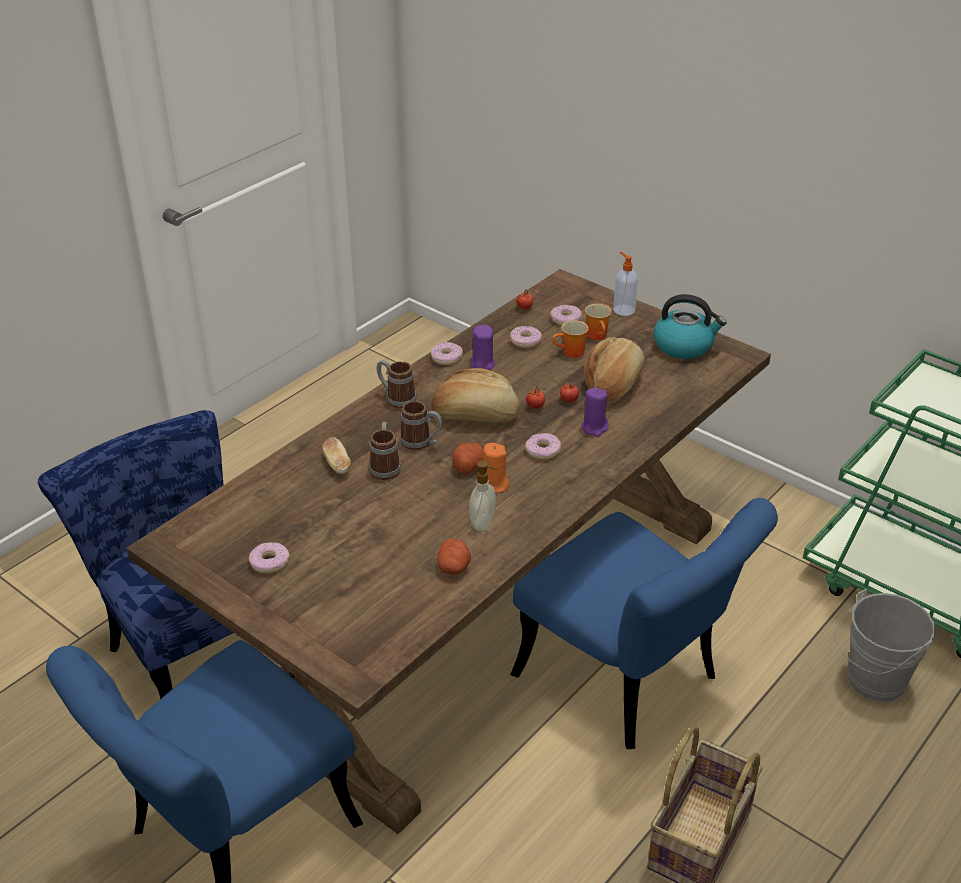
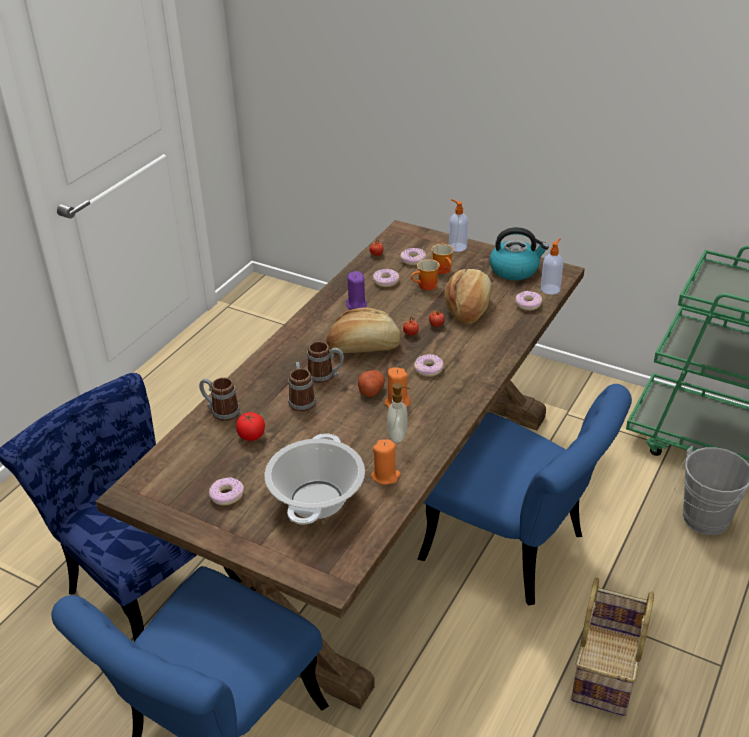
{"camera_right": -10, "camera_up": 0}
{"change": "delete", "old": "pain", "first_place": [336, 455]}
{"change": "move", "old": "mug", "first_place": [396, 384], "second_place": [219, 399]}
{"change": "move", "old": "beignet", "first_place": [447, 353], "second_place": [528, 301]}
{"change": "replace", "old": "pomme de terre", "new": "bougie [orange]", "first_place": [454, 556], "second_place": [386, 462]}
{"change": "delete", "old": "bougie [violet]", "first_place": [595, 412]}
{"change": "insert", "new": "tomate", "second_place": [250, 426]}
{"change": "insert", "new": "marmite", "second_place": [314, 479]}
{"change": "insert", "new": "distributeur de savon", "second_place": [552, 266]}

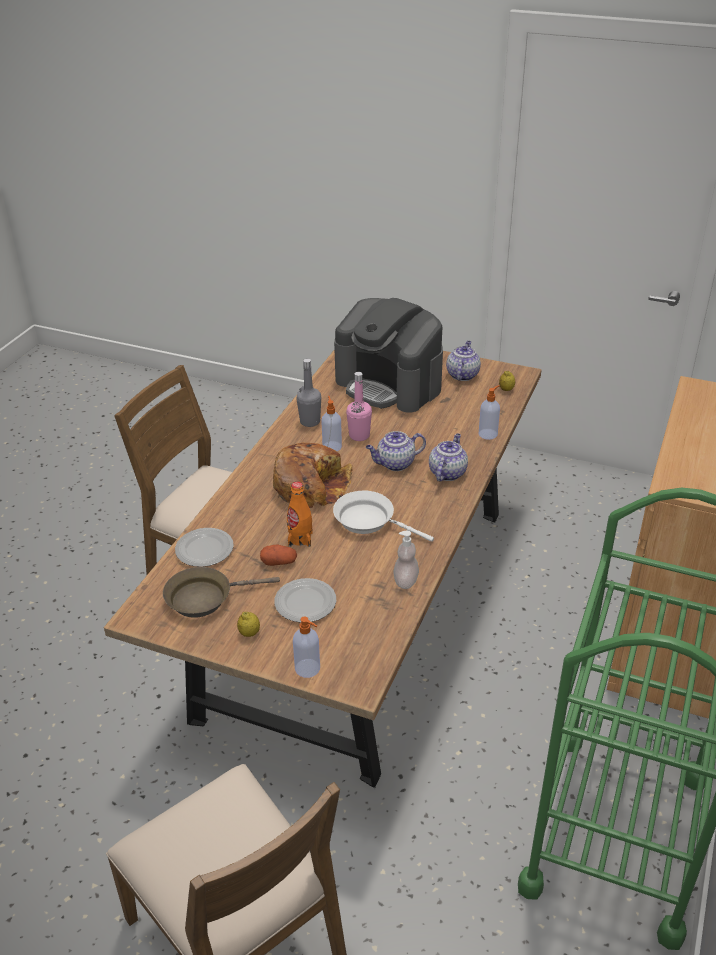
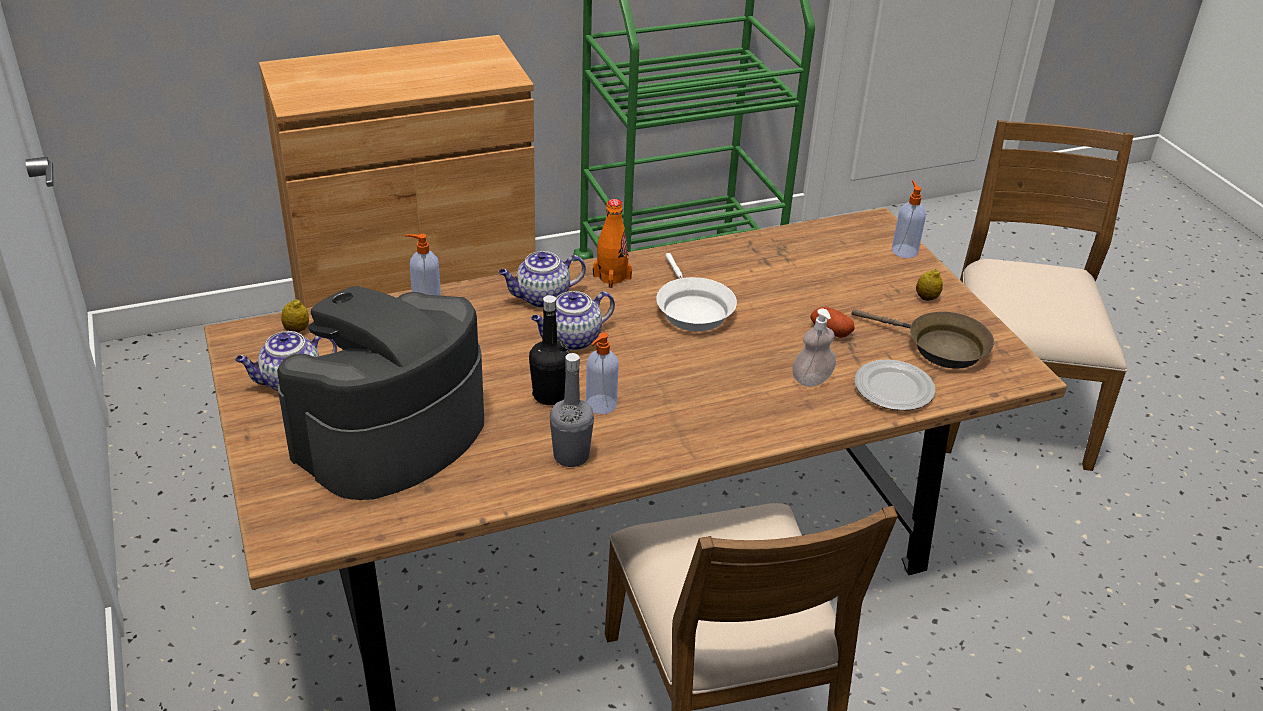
{"camera_right": -135, "camera_up": 0}
{"change": "delete", "old": "pain", "first_place": [313, 475]}
{"change": "delete", "old": "assiette", "first_place": [305, 600]}
{"change": "move", "old": "bouteille [orange]", "first_place": [299, 514], "second_place": [612, 243]}
{"change": "rotate", "old": "machine à café", "first_place": [388, 355], "second_place": [380, 393], "degrees": -135}
{"change": "recolor", "old": "bouteille [rose]", "new": "bouteille [noir]", "first_place": [359, 406], "second_place": [549, 350]}
{"change": "rotate", "old": "théière", "first_place": [396, 451], "second_place": [573, 320], "degrees": 120}
{"change": "move", "old": "distributeur de savon", "first_place": [406, 560], "second_place": [814, 348]}

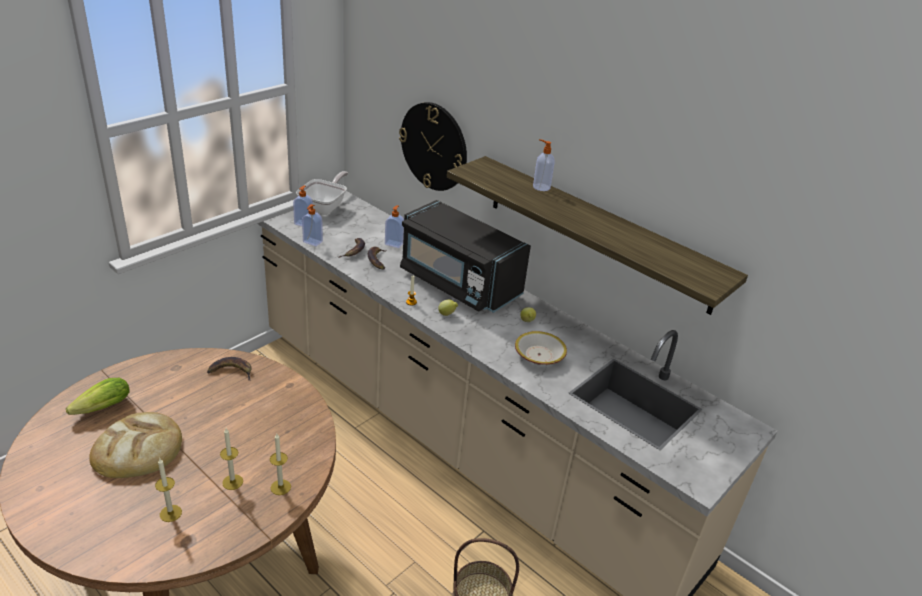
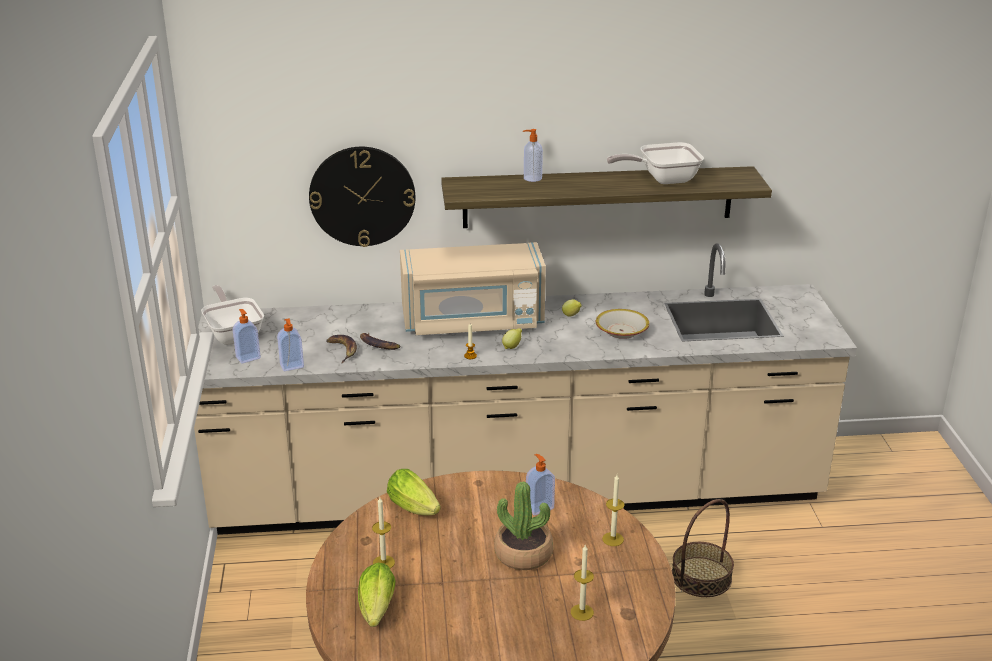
{"camera_right": -45, "camera_up": -5}
{"change": "delete", "old": "pain", "first_place": [135, 445]}
{"change": "replace", "old": "banane", "new": "laitue", "first_place": [229, 369], "second_place": [414, 492]}
{"change": "move", "old": "bougie", "first_place": [231, 459], "second_place": [383, 533]}
{"change": "move", "old": "distributeur de savon", "first_place": [394, 226], "second_place": [540, 485]}
{"change": "recolor", "old": "micro-ondes [noir]", "new": "micro-ondes [beige]", "first_place": [465, 256], "second_place": [473, 288]}
{"change": "insert", "new": "plante en pot", "second_place": [523, 525]}
{"change": "insert", "new": "poêle", "second_place": [655, 163]}

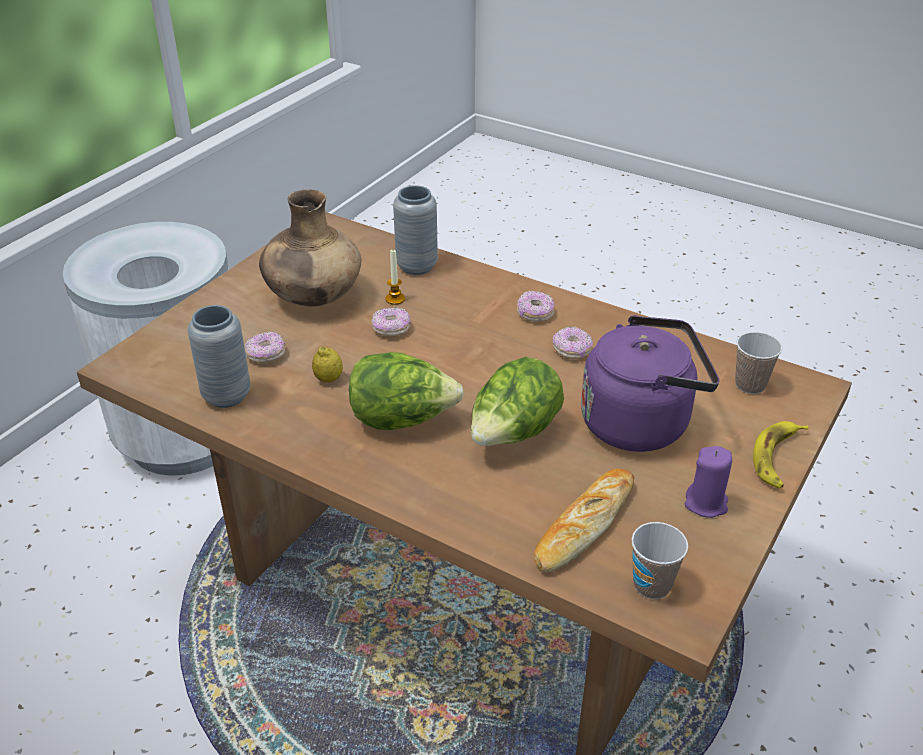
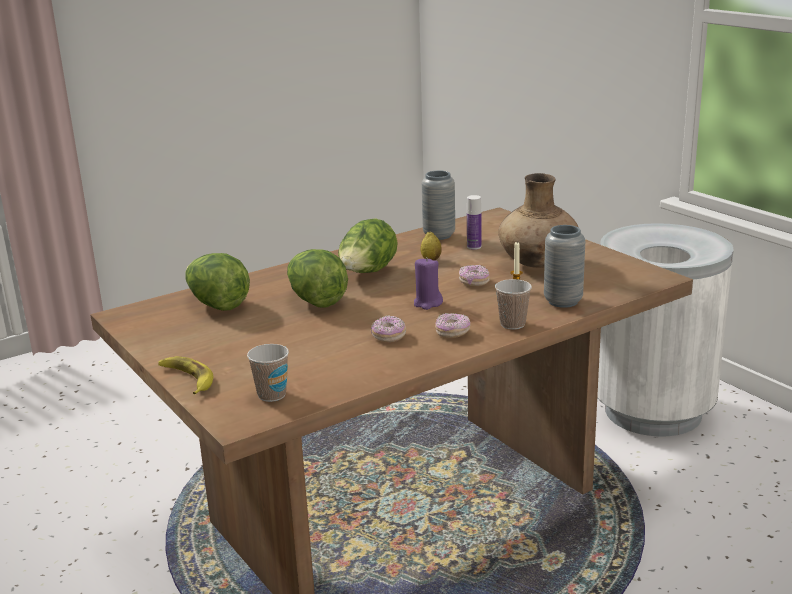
{"camera_right": 115, "camera_up": -15}
{"change": "replace", "old": "beignet", "new": "bouteille", "first_place": [265, 347], "second_place": [474, 222]}
{"change": "replace", "old": "pain", "new": "laitue", "first_place": [583, 520], "second_place": [217, 282]}
{"change": "delete", "old": "bouilloire [violet]", "first_place": [650, 383]}
{"change": "move", "old": "tasse", "first_place": [659, 560], "second_place": [513, 304]}
{"change": "move", "old": "bougie [violet]", "first_place": [708, 482], "second_place": [428, 283]}

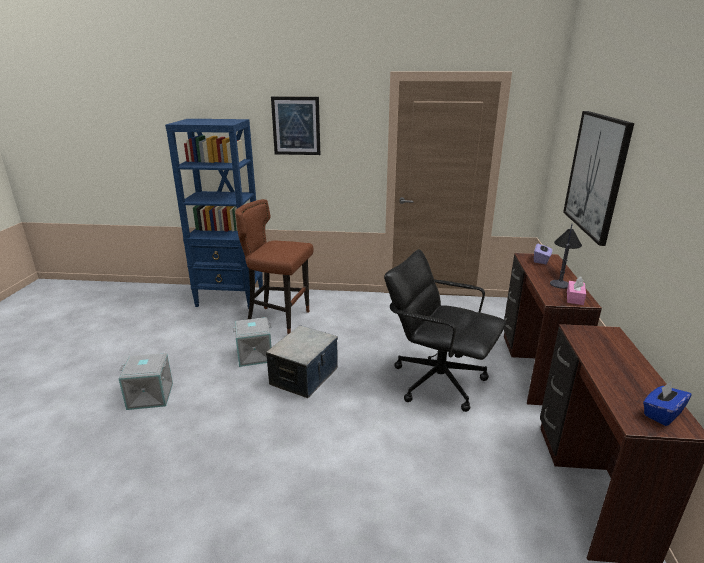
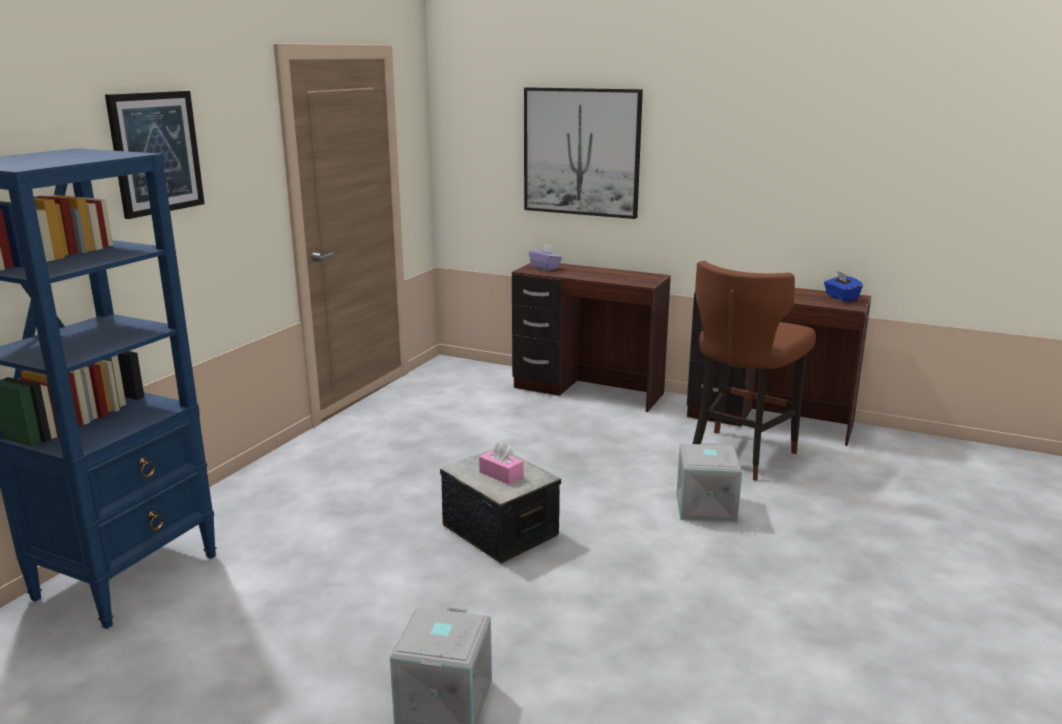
{"camera_right": -70, "camera_up": -5}
{"change": "move", "old": "boîte de rangement [gris]", "first_place": [252, 342], "second_place": [709, 483]}
{"change": "move", "old": "tabouret [marron]", "first_place": [274, 267], "second_place": [754, 371]}
{"change": "delete", "old": "chaise de bureau [noir]", "first_place": [445, 330]}
{"change": "delete", "old": "lampe de table", "first_place": [566, 256]}
{"change": "move", "old": "boîte à mouchoirs [rose]", "first_place": [576, 290], "second_place": [501, 463]}

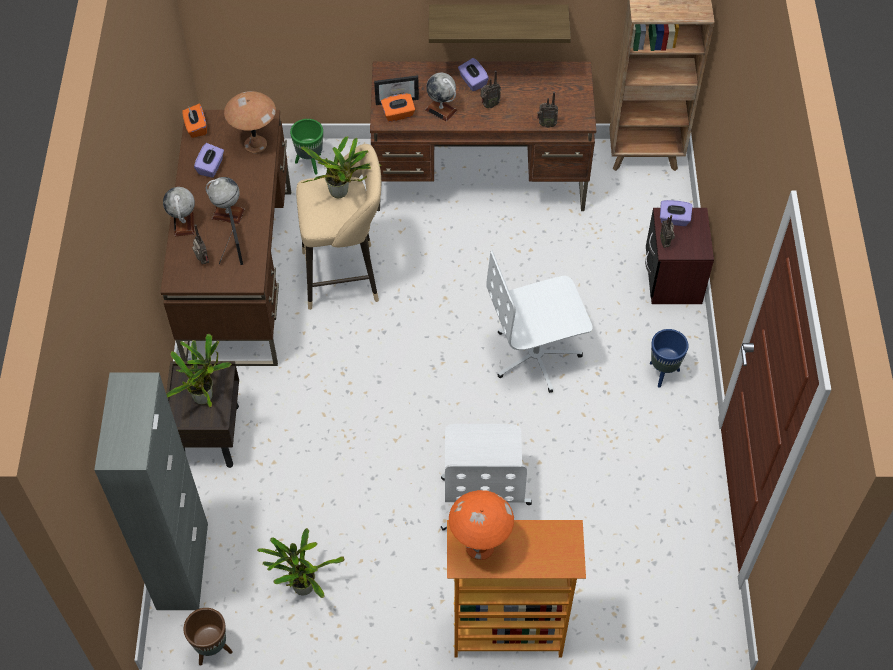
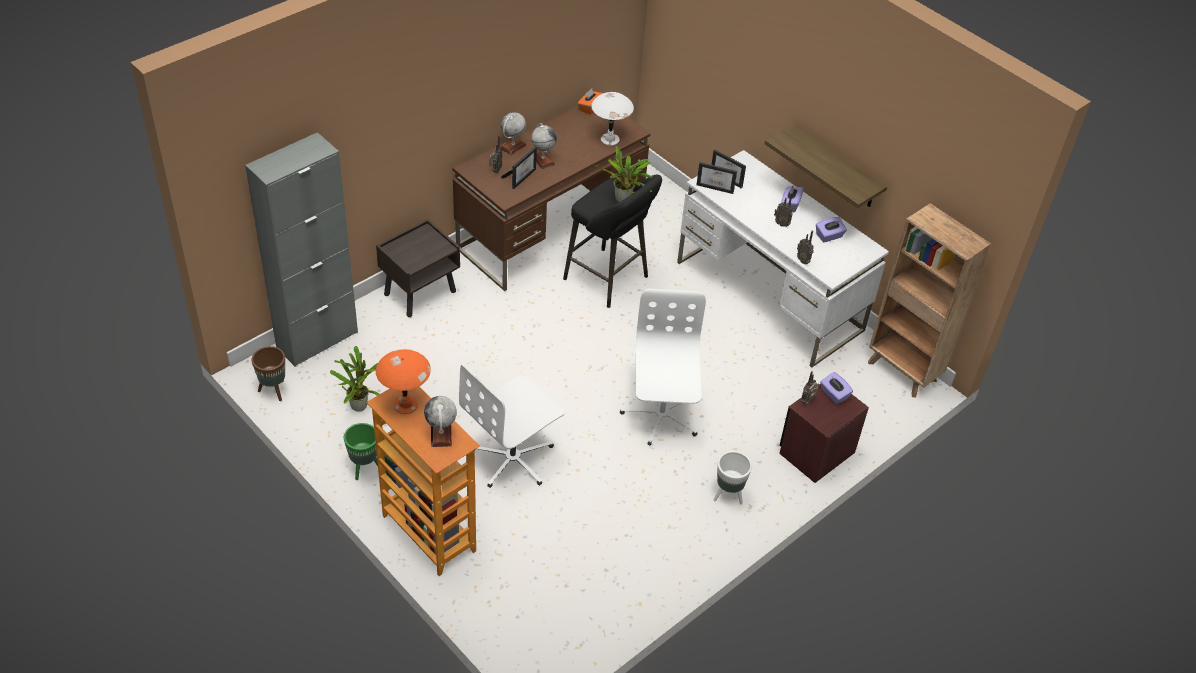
{"camera_right": 45, "camera_up": -10}
{"change": "delete", "old": "plante en pot", "first_place": [198, 371]}
{"change": "move", "old": "boîte à mouchoirs [violet]", "first_place": [209, 160], "second_place": [831, 229]}
{"change": "recolor", "old": "lampe de table [marron]", "new": "lampe de table [blanc]", "first_place": [250, 122], "second_place": [612, 119]}
{"change": "move", "old": "cache-pot [vert]", "first_place": [306, 147], "second_place": [361, 451]}
{"change": "recolor", "old": "tabouret [beige]", "new": "tabouret [noir]", "first_place": [338, 227], "second_place": [612, 241]}
{"change": "recolor", "old": "bureau [marron]", "new": "bureau [blanc]", "first_place": [483, 136], "second_place": [783, 259]}
{"change": "replace", "old": "boîte à mouchoirs [orange]", "new": "cadre photo", "first_place": [398, 108], "second_place": [716, 178]}
{"change": "move", "old": "globe", "first_place": [441, 97], "second_place": [440, 421]}
{"change": "rotate", "old": "chaise de bureau [blanc]", "first_place": [539, 321], "second_place": [663, 367], "degrees": 60}
{"change": "recolor", "old": "cache-pot [bleu]", "new": "cache-pot [blanc]", "first_place": [669, 358], "second_place": [733, 478]}

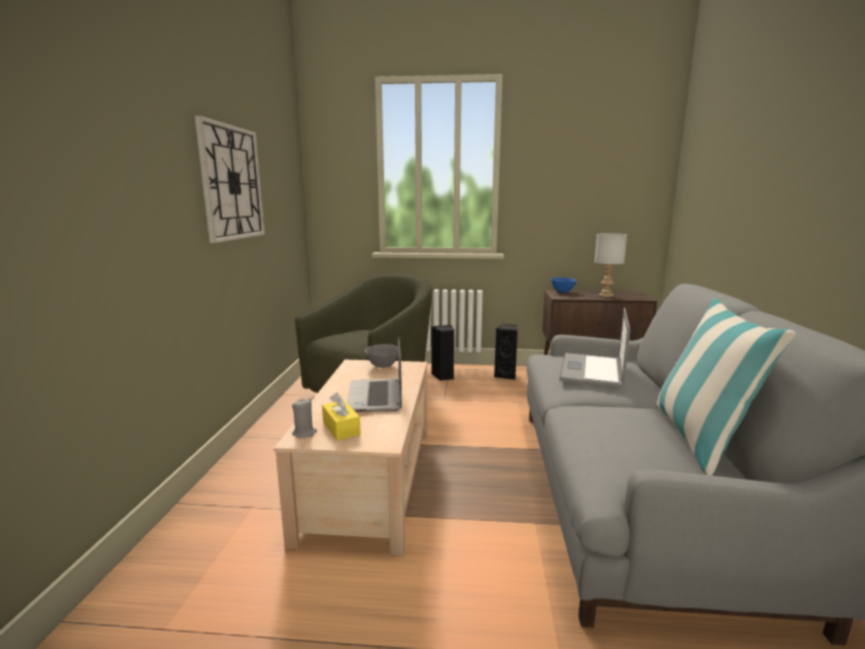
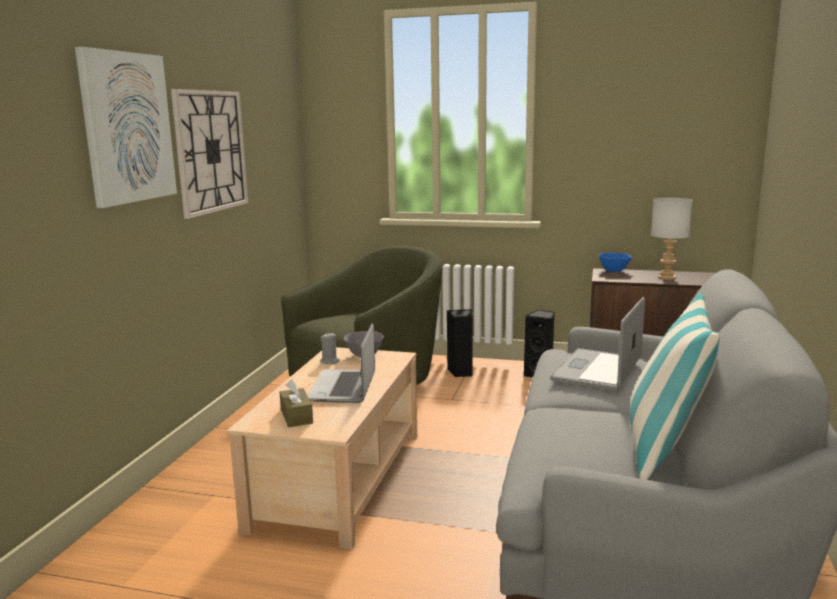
{"camera_right": 10, "camera_up": 0}
{"change": "move", "old": "bougie [gris]", "first_place": [304, 418], "second_place": [330, 348]}
{"change": "recolor", "old": "boîte à mouchoirs [jaune]", "new": "boîte à mouchoirs [marron]", "first_place": [341, 416], "second_place": [296, 403]}
{"change": "insert", "new": "tableau", "second_place": [126, 127]}

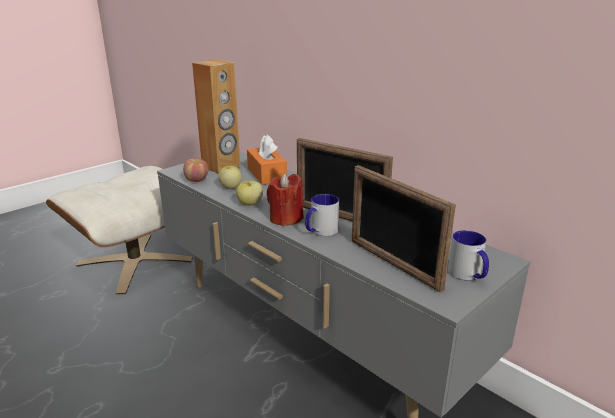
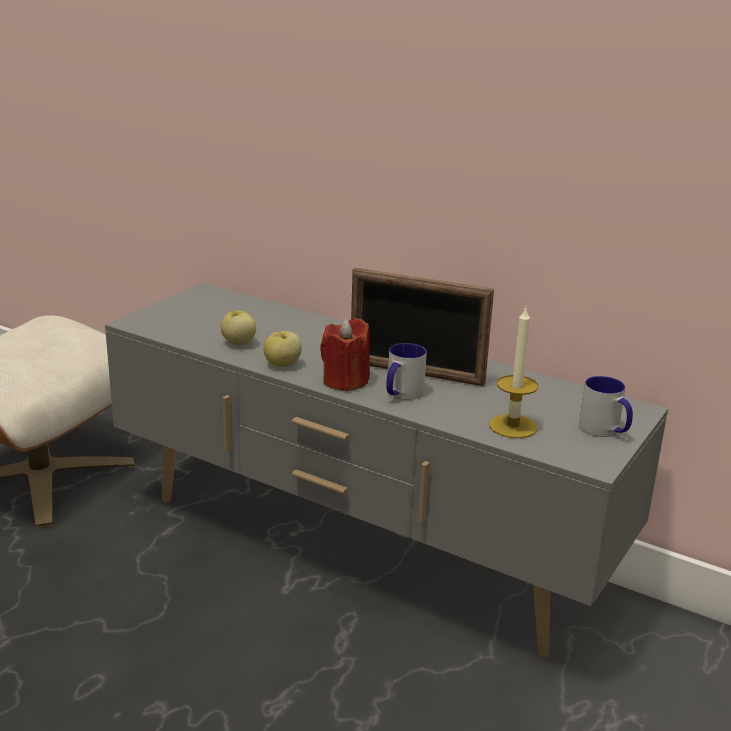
{"camera_right": -15, "camera_up": 0}
{"change": "delete", "old": "pomme", "first_place": [196, 170]}
{"change": "delete", "old": "enceinte [marron]", "first_place": [216, 116]}
{"change": "delete", "old": "boîte à mouchoirs [orange]", "first_place": [267, 160]}
{"change": "replace", "old": "cadre photo", "new": "bougie", "first_place": [404, 229], "second_place": [514, 372]}

